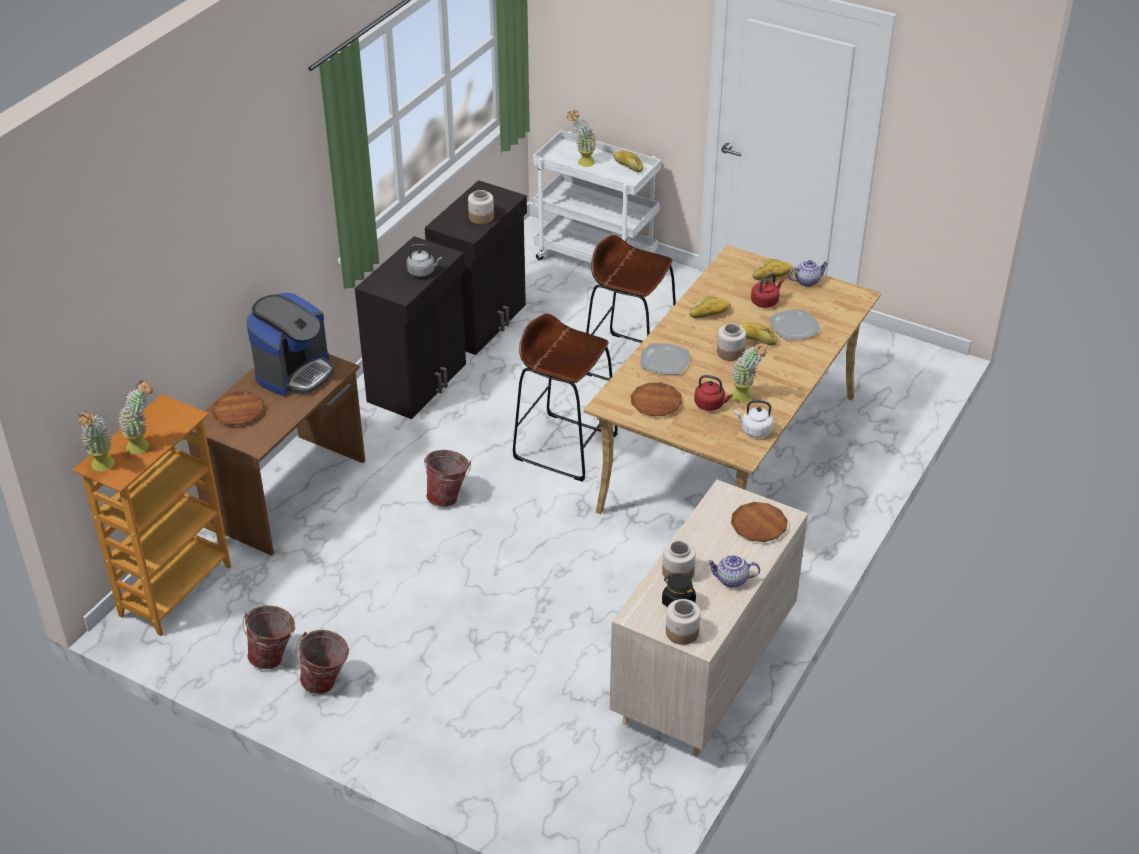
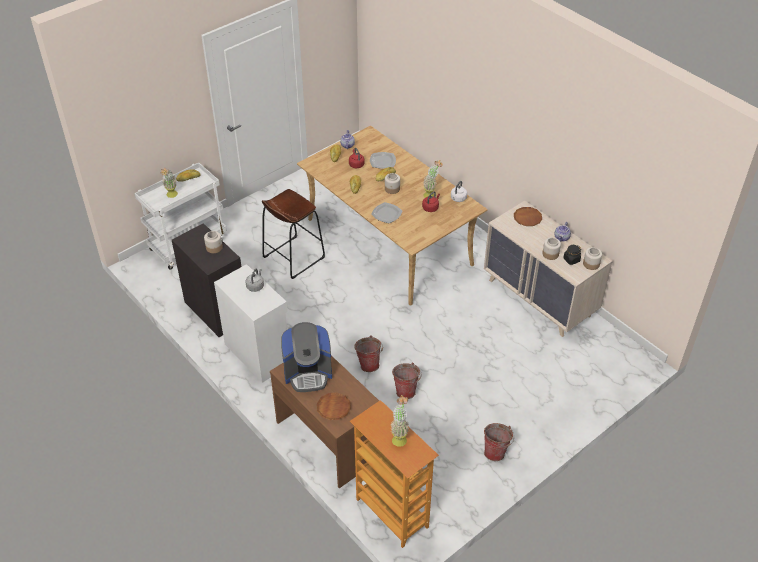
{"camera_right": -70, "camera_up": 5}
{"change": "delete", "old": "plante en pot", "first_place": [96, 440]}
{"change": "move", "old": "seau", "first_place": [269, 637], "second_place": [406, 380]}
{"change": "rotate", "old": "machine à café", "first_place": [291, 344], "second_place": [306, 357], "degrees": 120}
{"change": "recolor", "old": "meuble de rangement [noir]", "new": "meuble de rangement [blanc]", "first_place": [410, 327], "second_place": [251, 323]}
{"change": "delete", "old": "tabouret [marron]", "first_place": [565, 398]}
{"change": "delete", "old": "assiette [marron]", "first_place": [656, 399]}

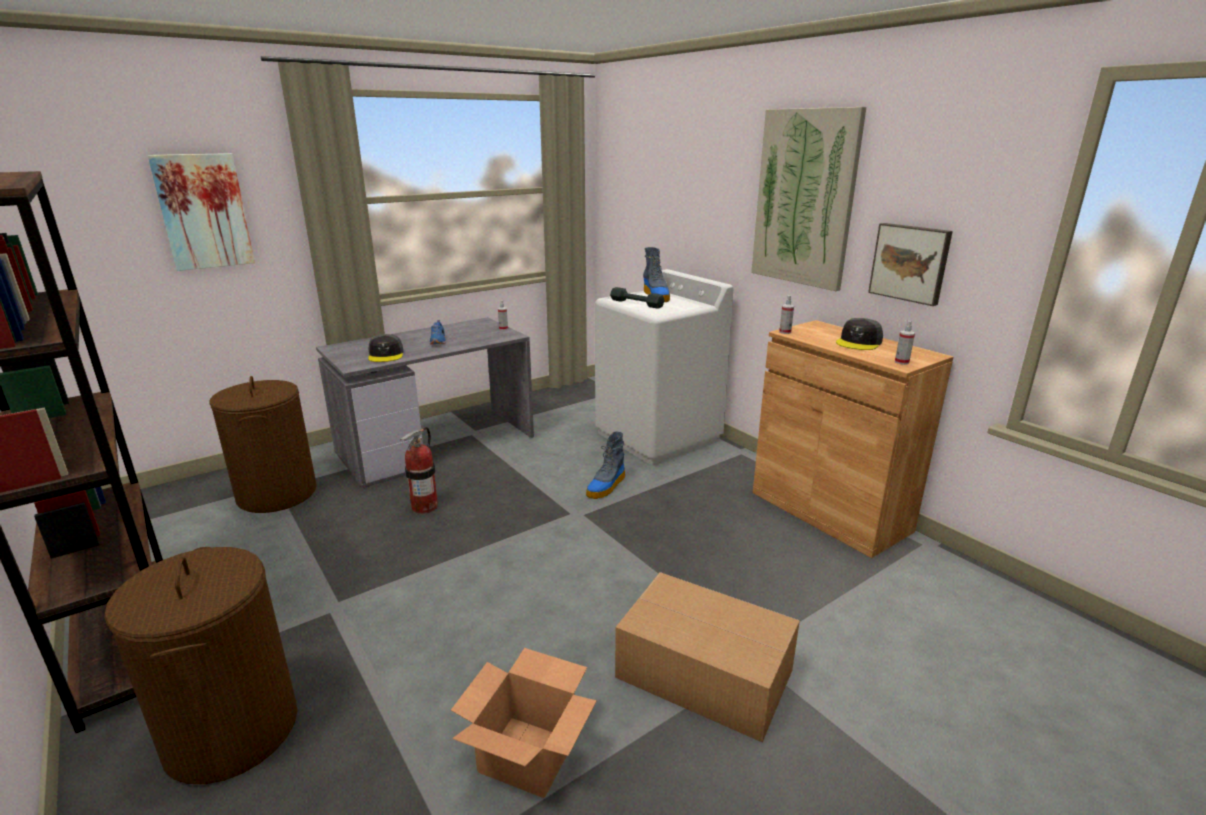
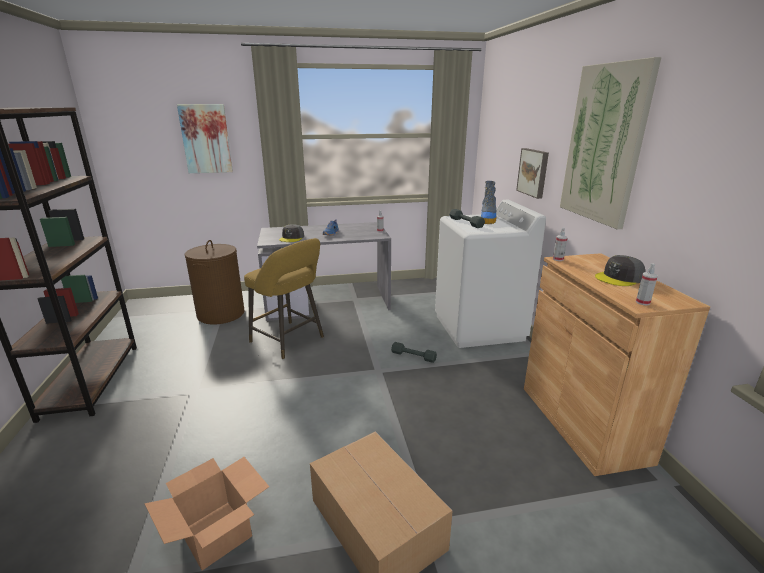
{"camera_right": 25, "camera_up": 0}
{"change": "delete", "old": "panier à linge [marron]", "first_place": [200, 665]}
{"change": "replace", "old": "extincteur", "new": "tabouret [jaune]", "first_place": [419, 470], "second_place": [284, 298]}
{"change": "replace", "old": "botte", "new": "haltère [gris]", "first_place": [605, 465], "second_place": [414, 352]}
{"change": "move", "old": "tableau", "first_place": [910, 264], "second_place": [532, 173]}

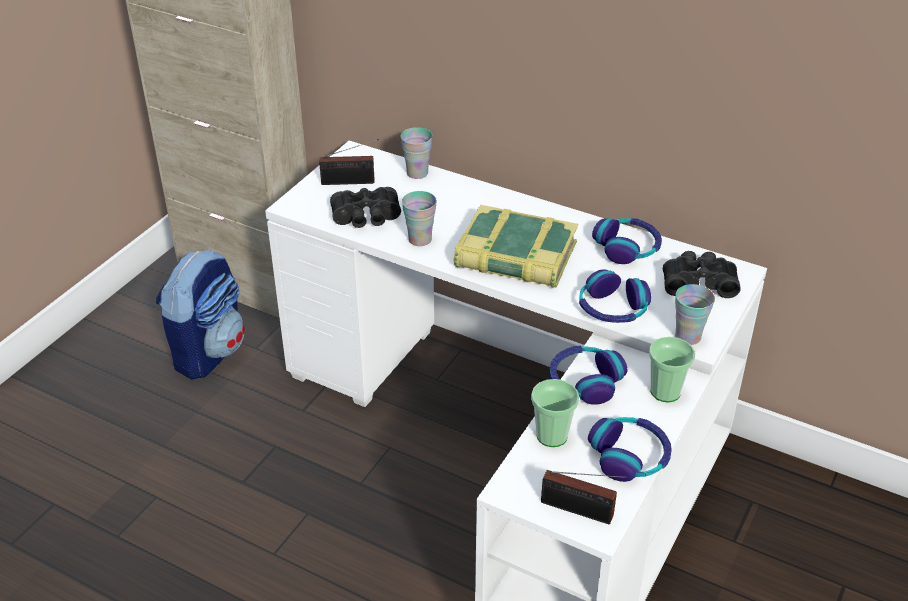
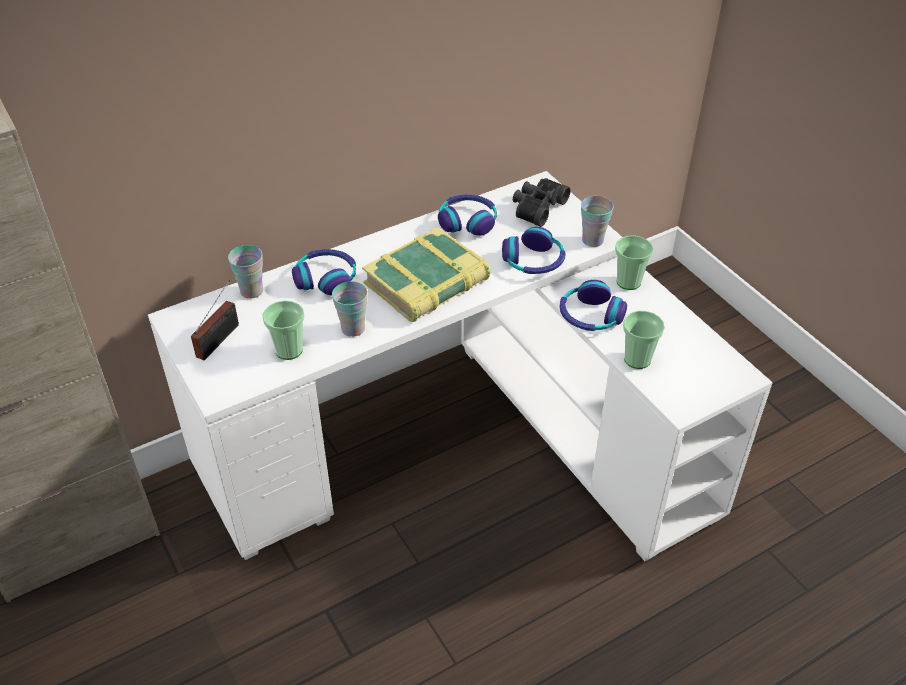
{"camera_right": -60, "camera_up": 5}
{"change": "delete", "old": "sac à dos", "first_place": [200, 314]}
{"change": "replace", "old": "jumelles [noir]", "new": "tasse", "first_place": [365, 207], "second_place": [283, 330]}
{"change": "delete", "old": "radio", "first_place": [584, 497]}
{"change": "move", "old": "casque audio", "first_place": [630, 449], "second_place": [324, 272]}

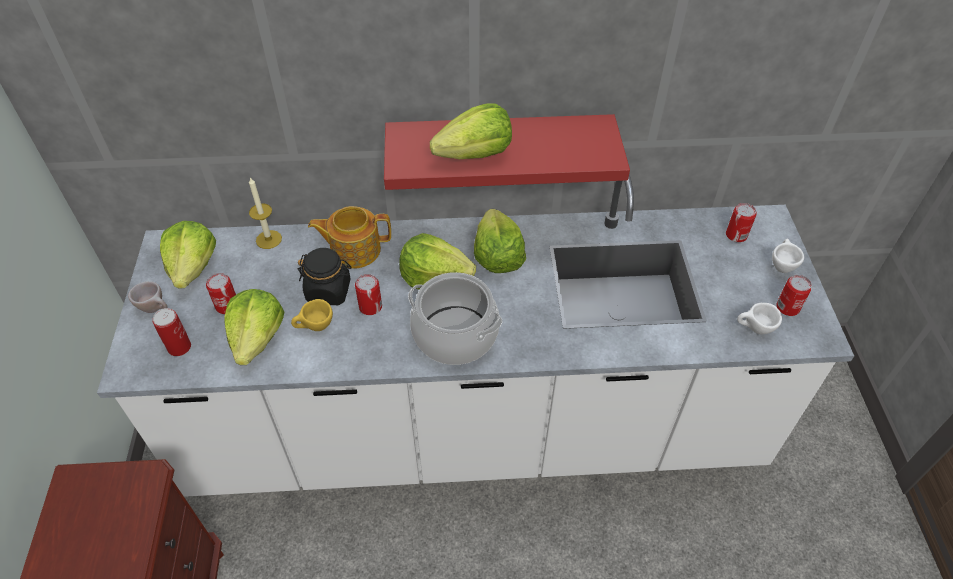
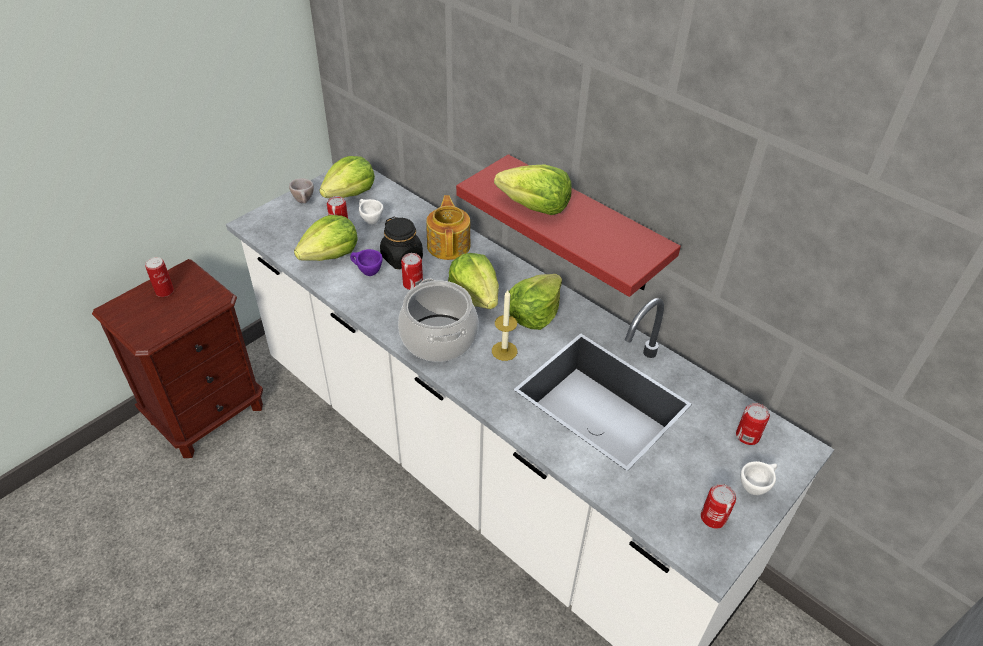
{"camera_right": 45, "camera_up": -5}
{"change": "move", "old": "boîte métallique", "first_place": [171, 332], "second_place": [159, 277]}
{"change": "move", "old": "bougie", "first_place": [265, 213], "second_place": [504, 325]}
{"change": "recolor", "old": "tasse [jaune]", "new": "tasse [violet]", "first_place": [312, 315], "second_place": [366, 262]}
{"change": "rotate", "old": "théière", "first_place": [349, 237], "second_place": [448, 227], "degrees": 45}
{"change": "move", "old": "tasse [blanc]", "first_place": [759, 318], "second_place": [371, 212]}

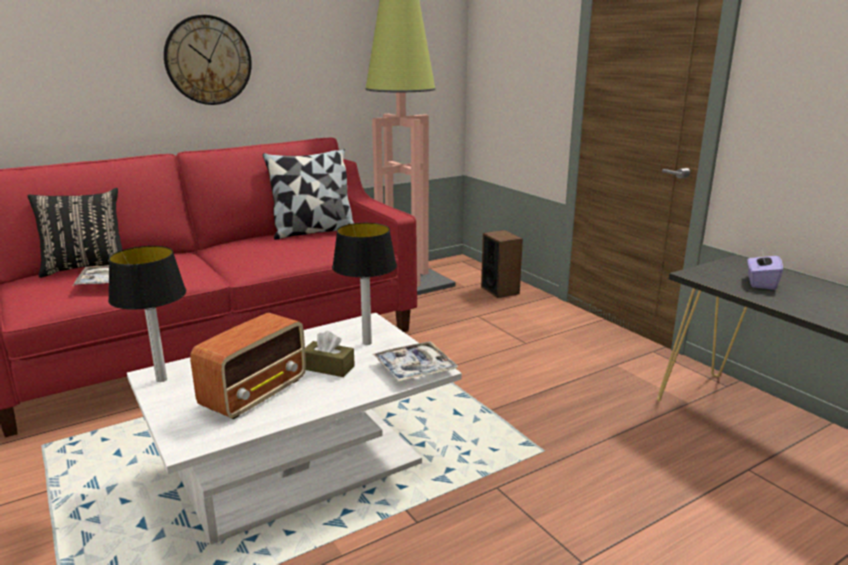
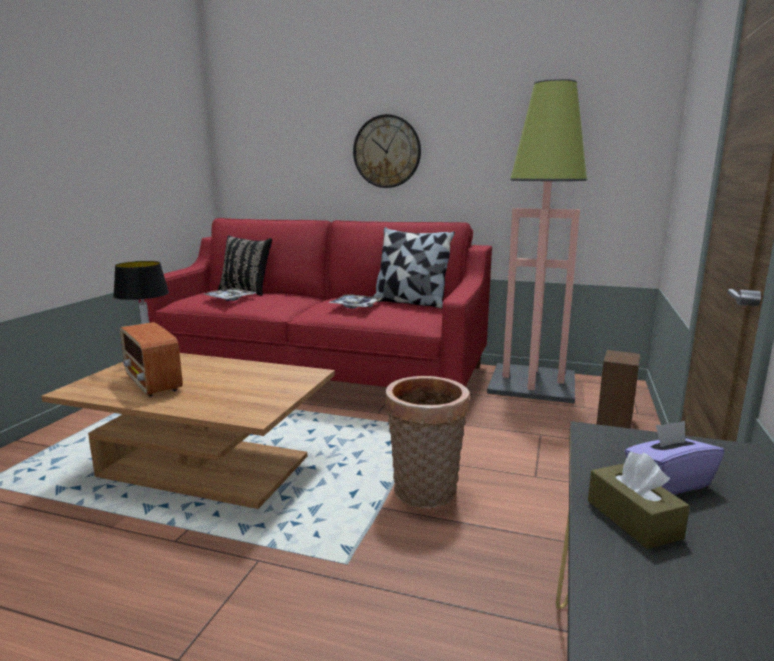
{"camera_right": 50, "camera_up": -5}
{"change": "recolor", "old": "table basse [blanc]", "new": "table basse [marron]", "first_place": [294, 429], "second_place": [188, 431]}
{"change": "rotate", "old": "radio", "first_place": [248, 366], "second_place": [151, 359], "degrees": 60}
{"change": "move", "old": "boîte à mouchoirs [marron]", "first_place": [330, 354], "second_place": [639, 500]}
{"change": "delete", "old": "lampe de table", "first_place": [364, 284]}
{"change": "move", "old": "plateau", "first_place": [415, 361], "second_place": [355, 302]}
{"change": "insert", "new": "panier", "second_place": [427, 442]}

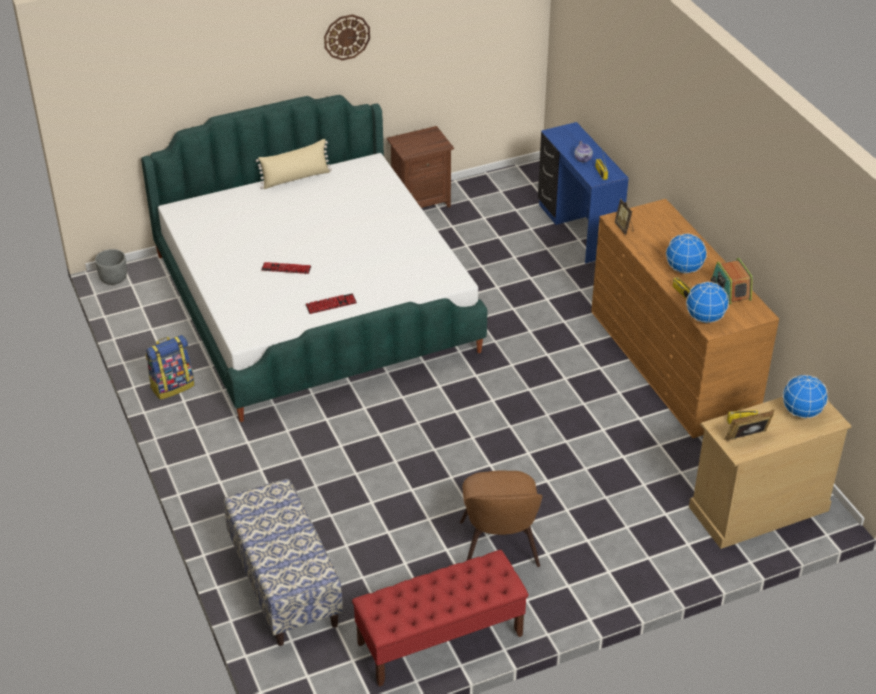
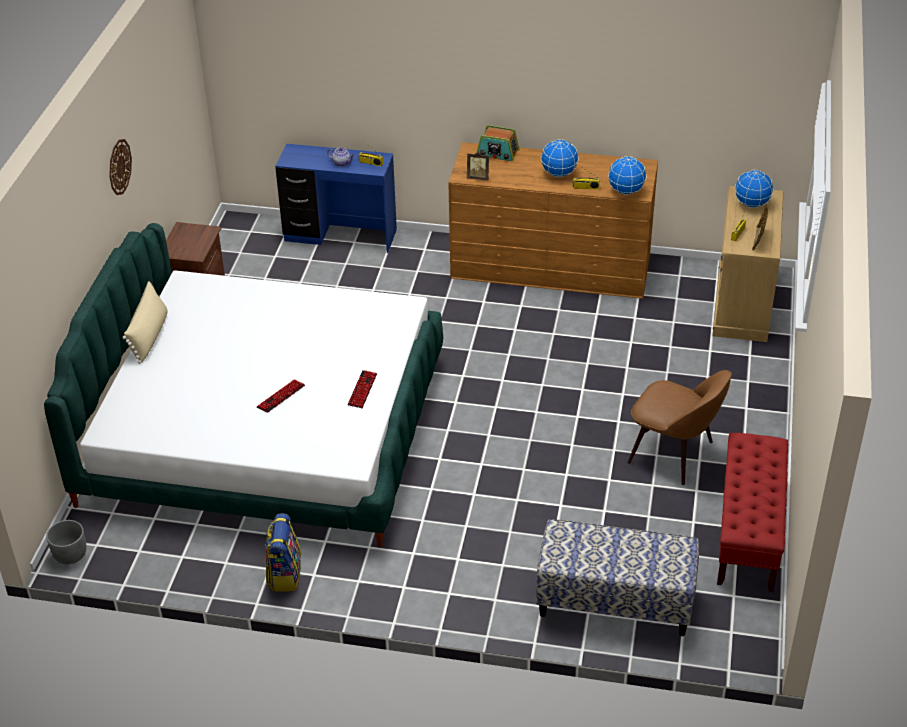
{"camera_right": -55, "camera_up": 0}
{"change": "move", "old": "radio", "first_place": [732, 281], "second_place": [497, 143]}

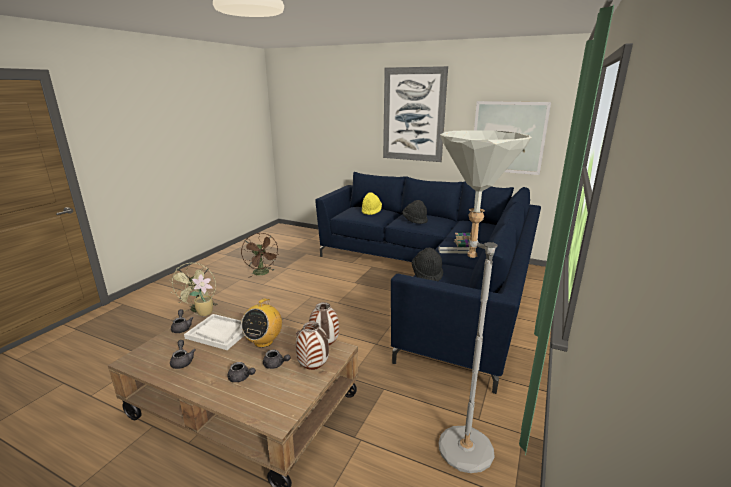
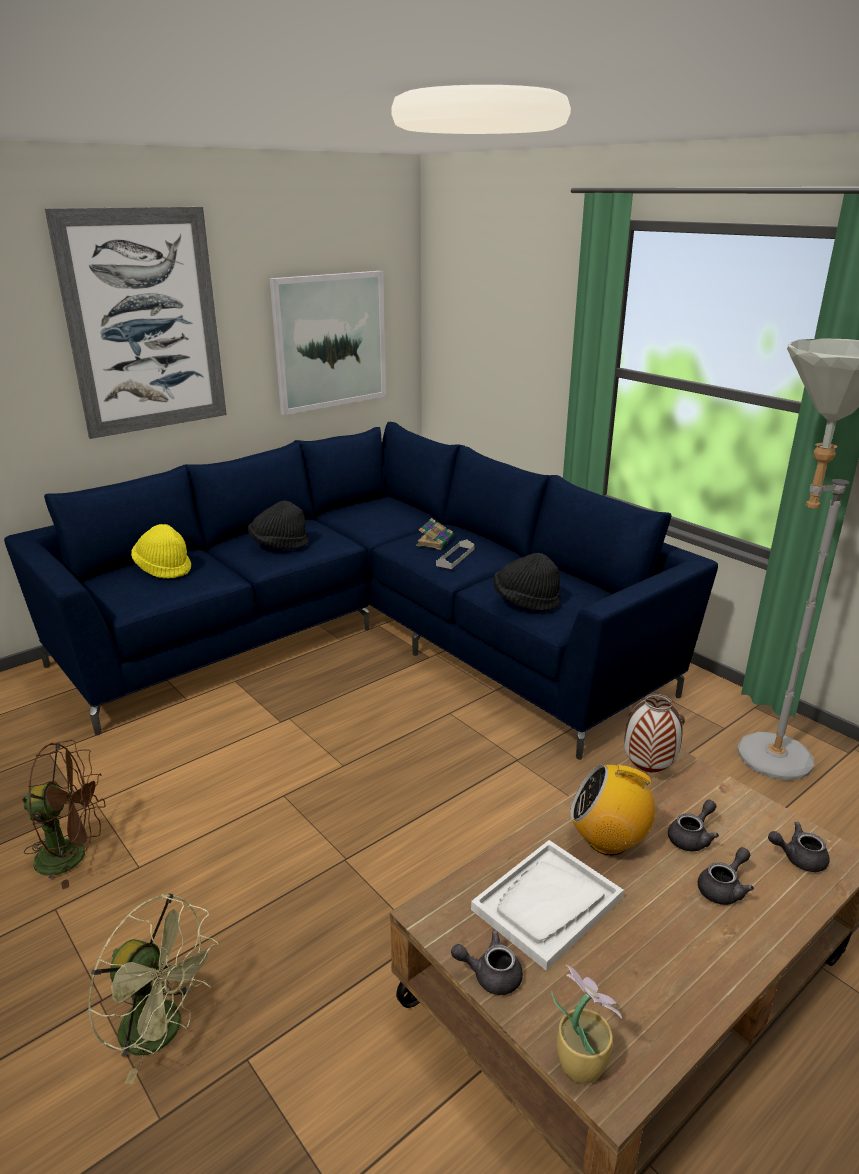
{"camera_right": -65, "camera_up": 5}
{"change": "move", "old": "théière [gris]", "first_place": [183, 354], "second_place": [799, 847]}
{"change": "move", "old": "plante en pot", "first_place": [201, 295], "second_place": [586, 1024]}
{"change": "rotate", "old": "radio", "first_place": [261, 323], "second_place": [615, 810], "degrees": 150}
{"change": "delete", "old": "vase", "first_place": [312, 346]}

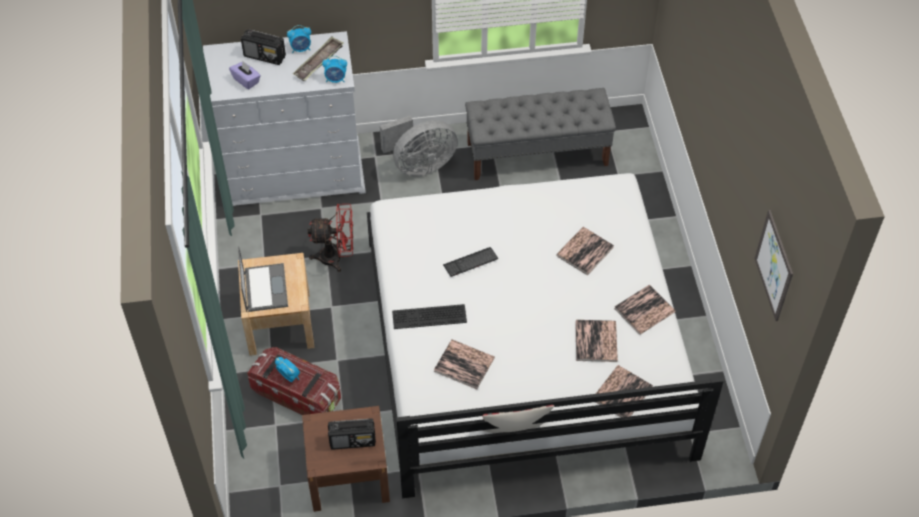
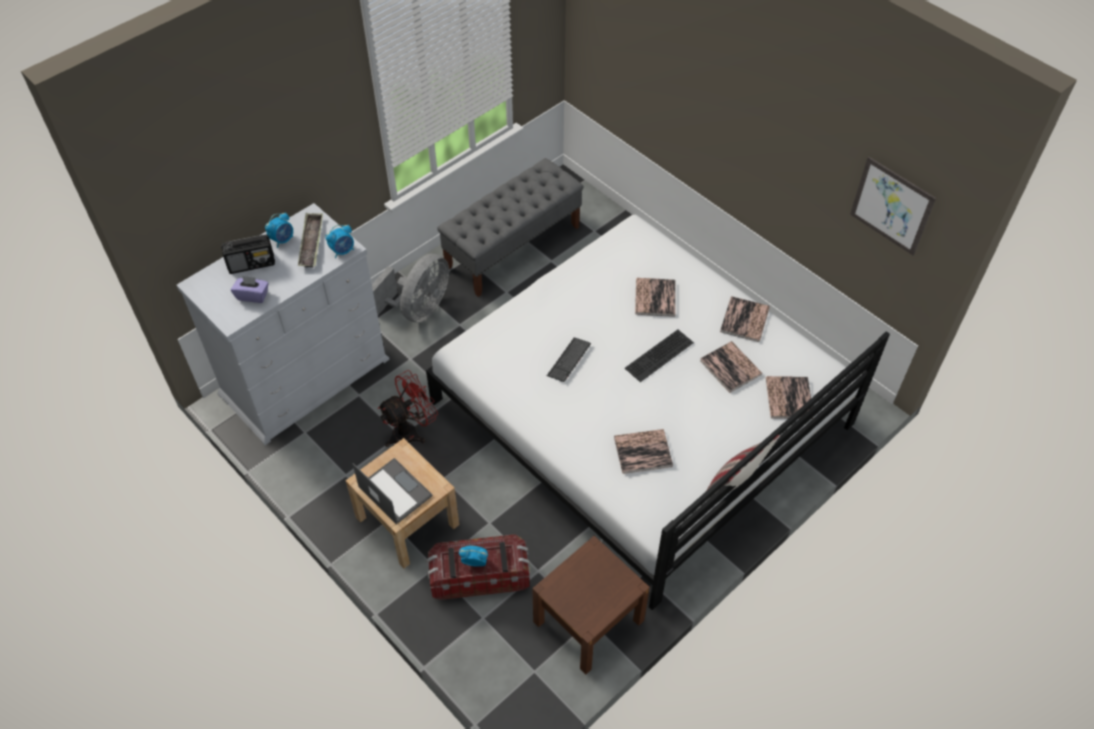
{"camera_right": -35, "camera_up": 0}
{"change": "delete", "old": "radio", "first_place": [352, 434]}
{"change": "move", "old": "clavier", "first_place": [429, 316], "second_place": [659, 356]}

